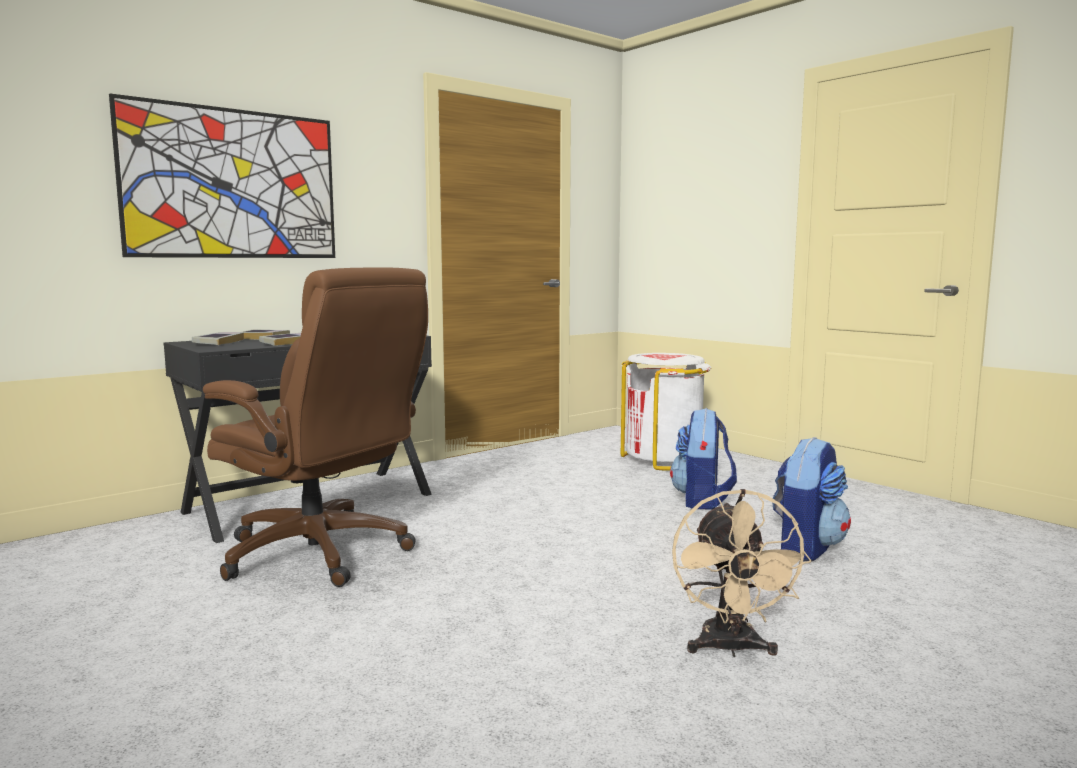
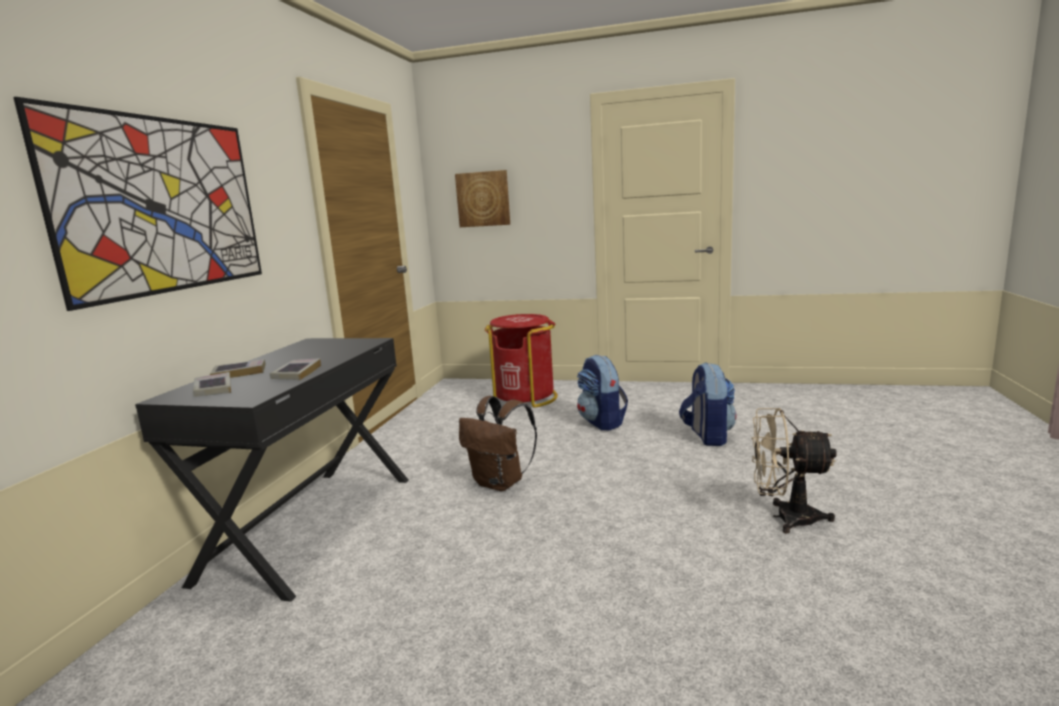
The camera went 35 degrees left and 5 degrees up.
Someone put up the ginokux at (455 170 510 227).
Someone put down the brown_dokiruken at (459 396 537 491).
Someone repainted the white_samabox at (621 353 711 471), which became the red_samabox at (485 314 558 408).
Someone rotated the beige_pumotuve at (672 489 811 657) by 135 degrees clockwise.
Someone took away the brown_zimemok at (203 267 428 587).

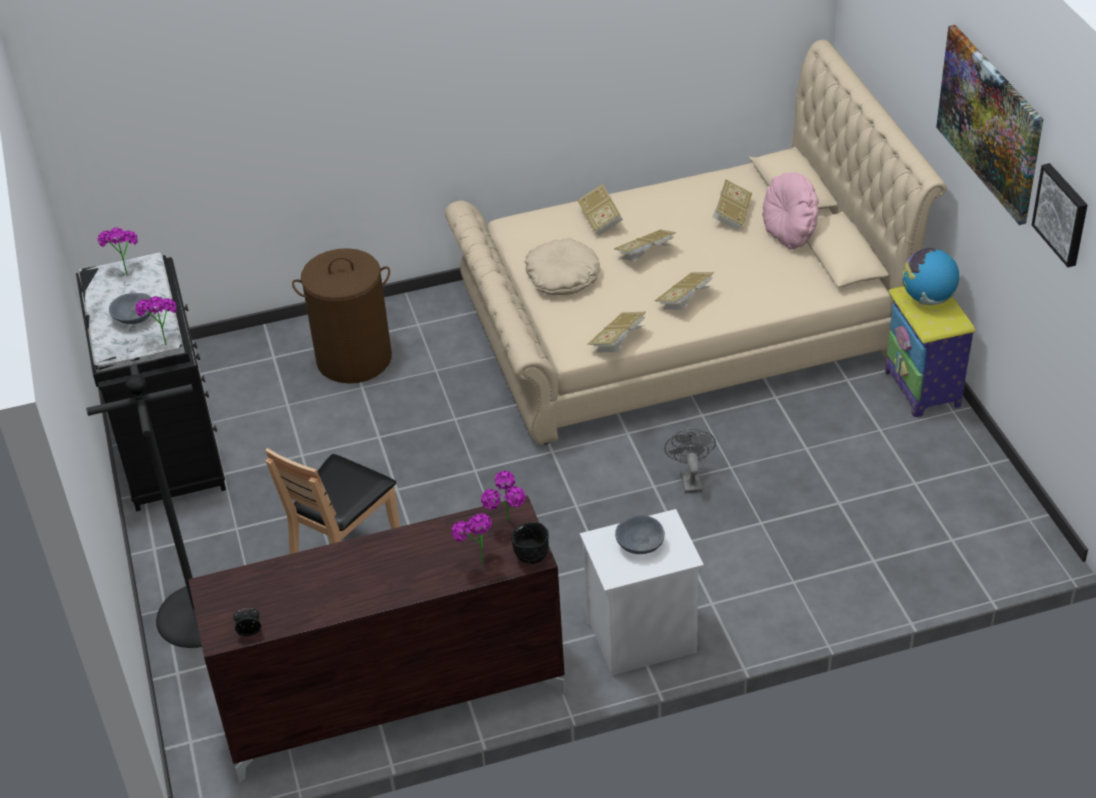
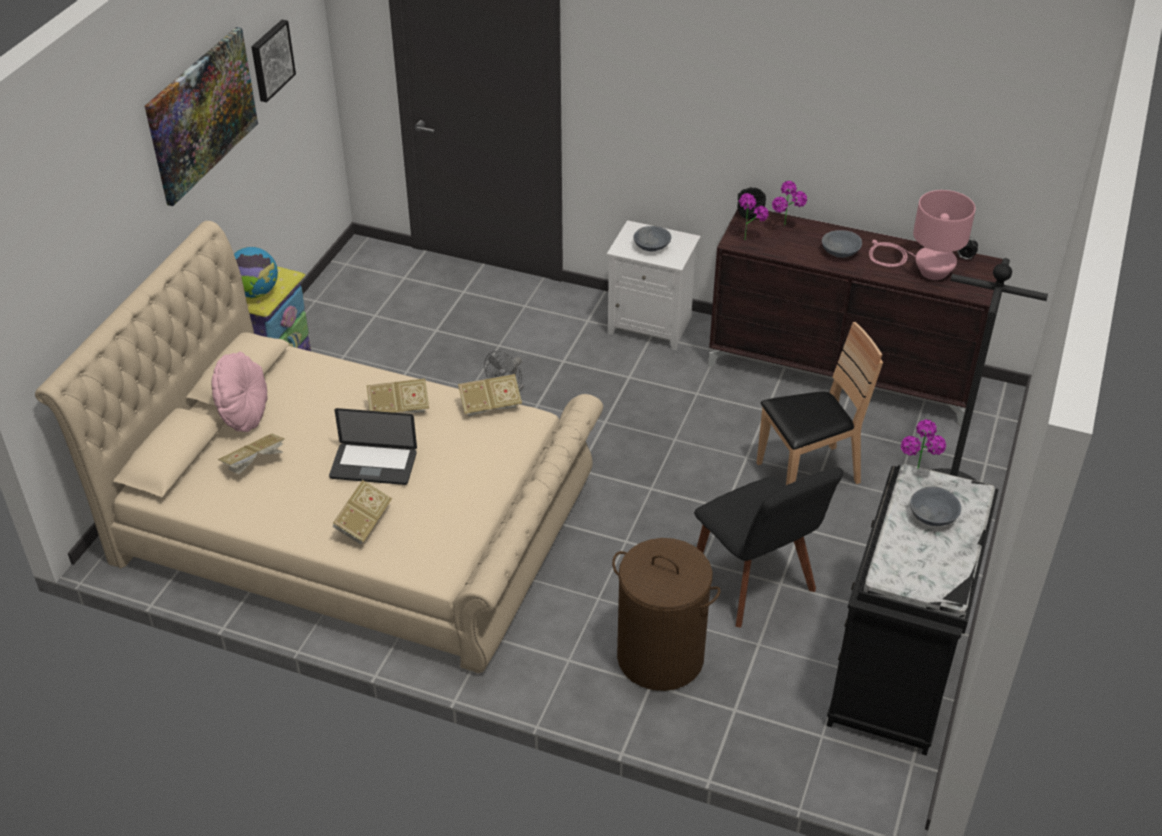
The camera went 145 degrees left and 0 degrees up.
Someone swapped the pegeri at (614 229 676 262) for the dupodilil at (329 408 417 485).
Someone put down the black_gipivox at (694 468 843 628).
Someone put down the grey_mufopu at (822 230 862 258).
Someone put down the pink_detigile at (869 190 976 280).
Someone took away the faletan at (97 228 138 276).
Someone took away the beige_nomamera at (525 238 600 295).

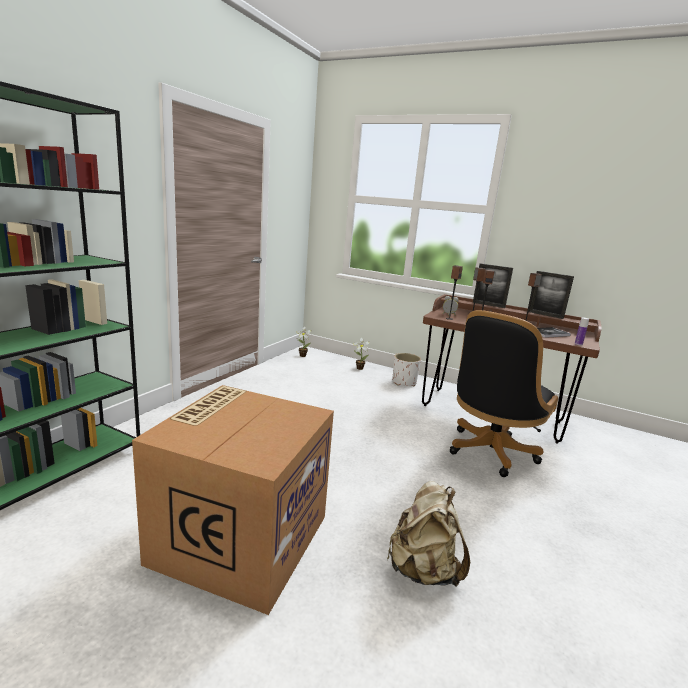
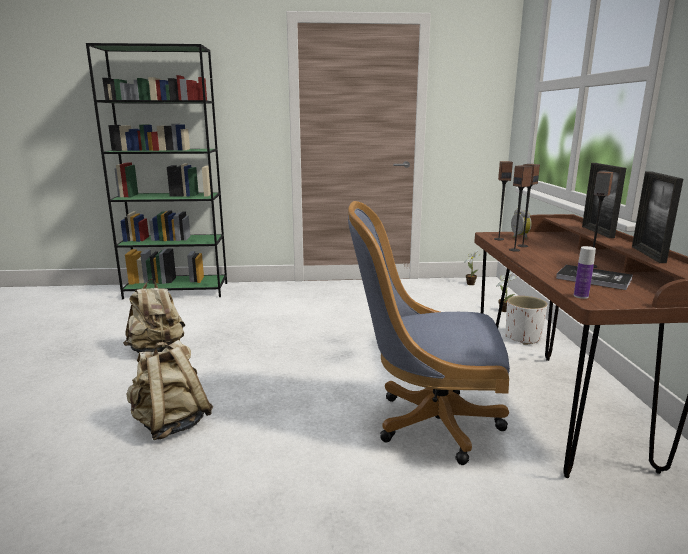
The camera went 60 degrees right and 0 degrees up.
Someone swapped the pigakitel at (132 385 334 615) for the beige_dokiruken at (123 279 185 353).
Someone repainted the black_zimemok at (450 310 558 477), which became the blue_zimemok at (348 201 510 465).

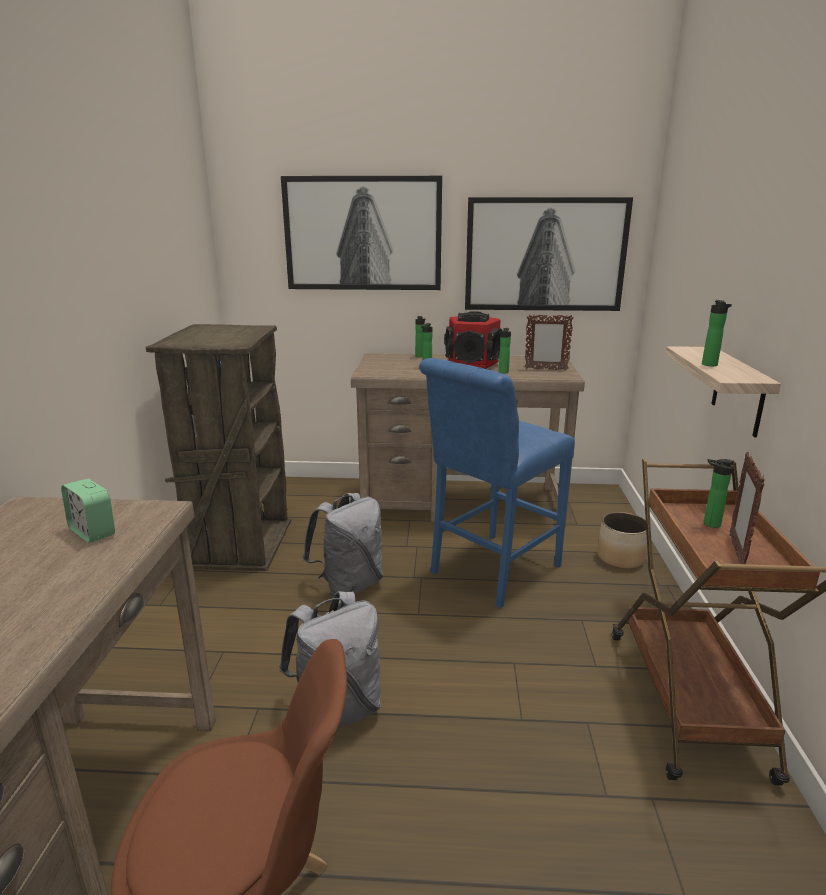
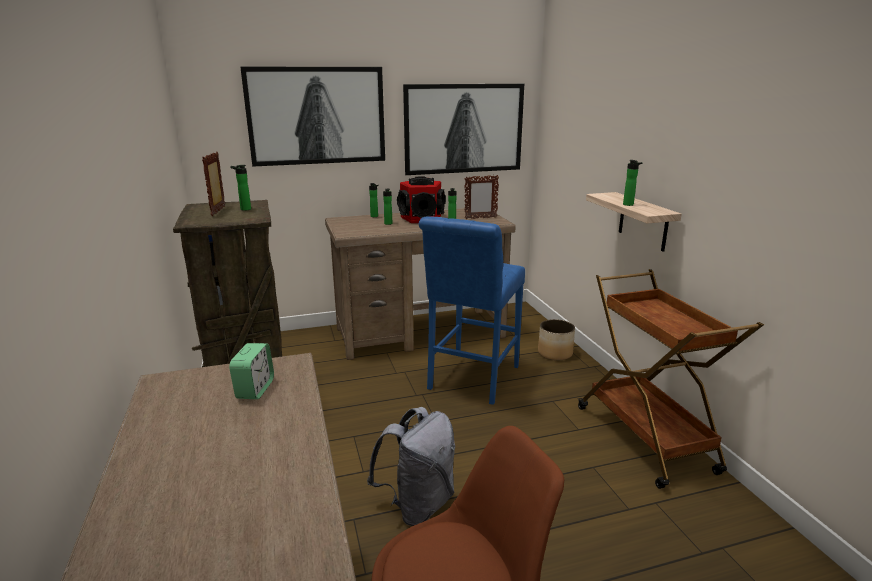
The camera went 20 degrees left and 0 degrees up.
Someone carried the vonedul from (730 452 765 564) to (202 152 225 216).
Someone rotated the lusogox at (61 479 115 543) by 105 degrees counterclockwise.
Someone carried the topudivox from (704 459 734 528) to (231 165 251 211).
Someone took away the grey_dokiruken at (303 493 383 597).

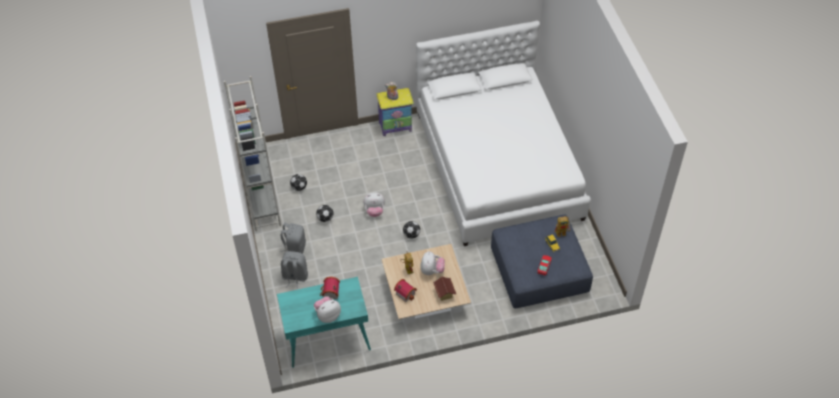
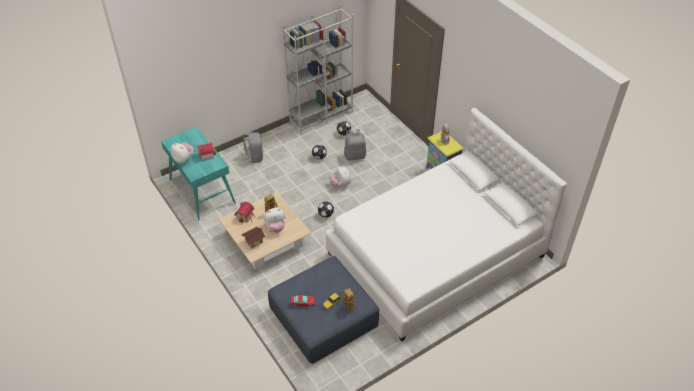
The camera went 70 degrees right and 5 degrees down.
Someone carried the grey_dokiruken from (280 223 306 254) to (344 129 366 161).

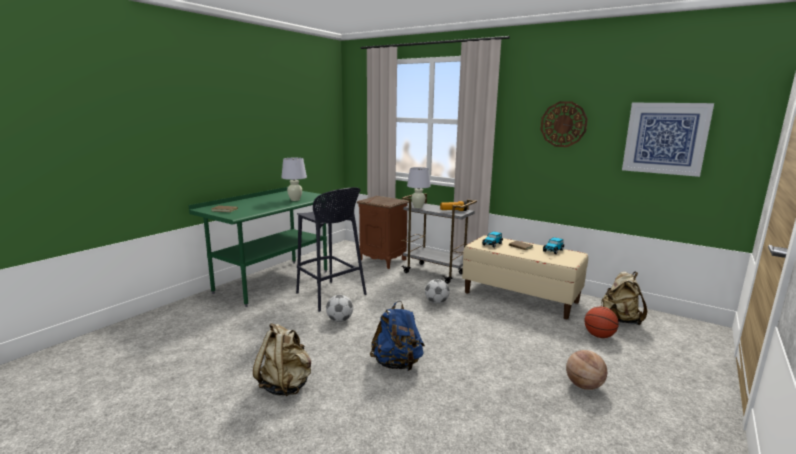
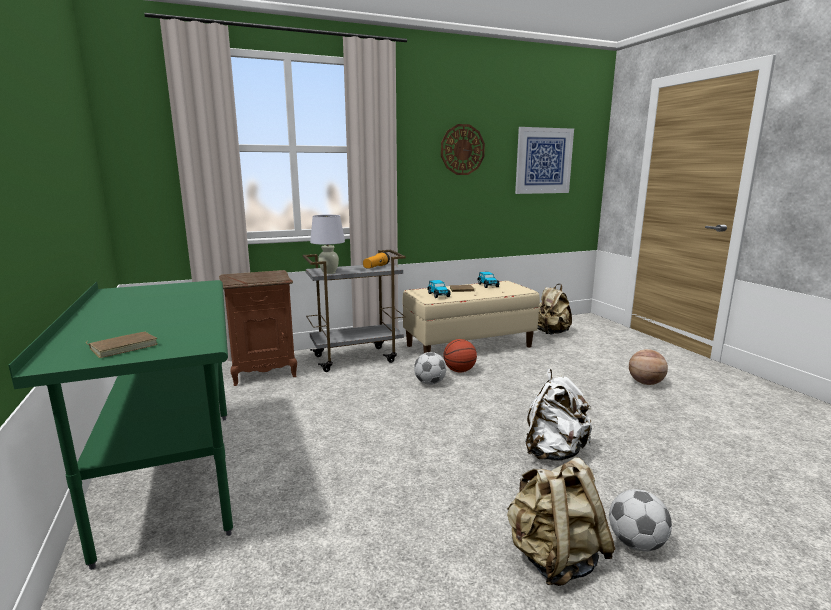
The camera went 55 degrees left and 0 degrees up.
Someone carried the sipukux from (585 307 619 338) to (443 339 477 372).
Someone repainted the blue_dokiruken at (369 301 425 371), which became the white_dokiruken at (526 369 592 461).
Someone carried the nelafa from (326 295 353 322) to (609 489 672 552).
Someone took away the white_detigile at (281 158 307 201).
Someone took away the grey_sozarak at (296 187 367 312).

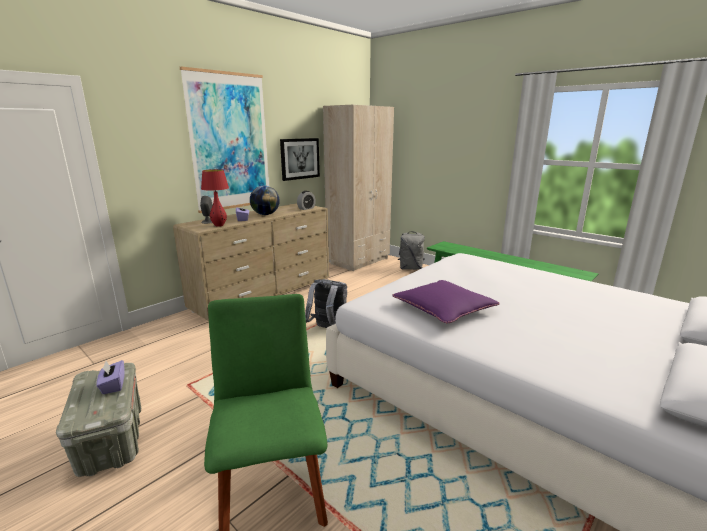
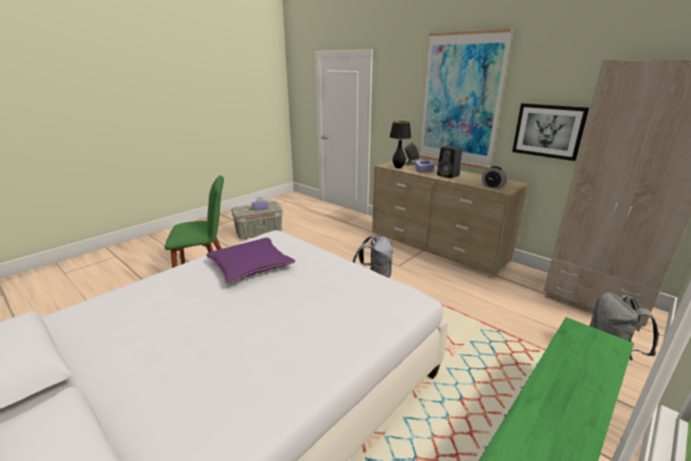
The camera went 90 degrees right and 5 degrees up.
Someone repainted the red_detigile at (201 169 229 227), which became the black_detigile at (390 121 411 168).
Someone swapped the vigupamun at (250 185 280 215) for the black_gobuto at (437 145 462 178).

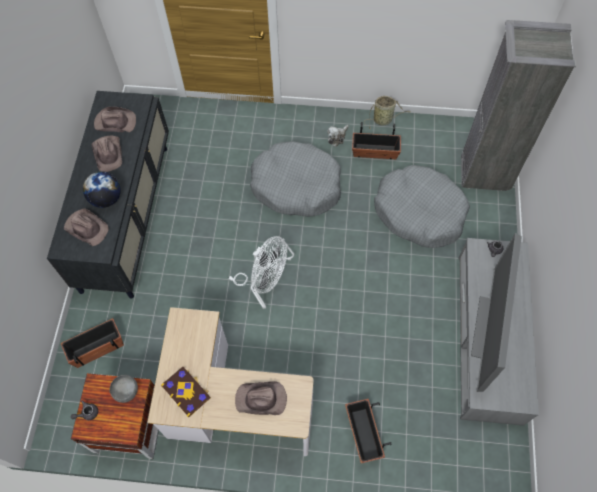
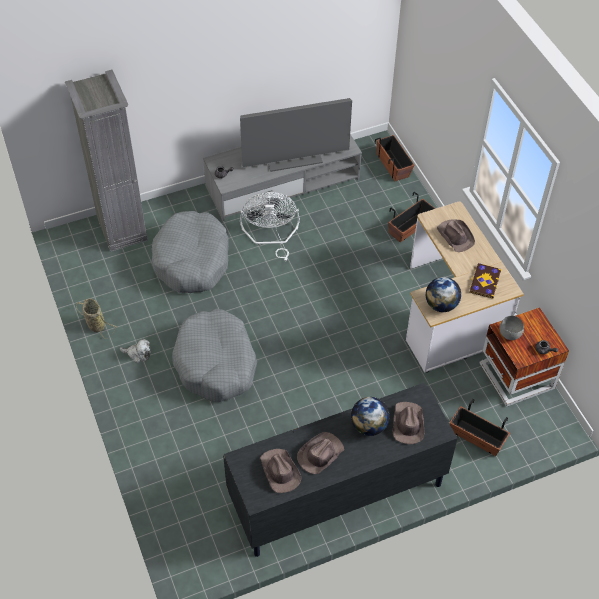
The camera went 120 degrees left and 10 degrees down.
Someone carried the white_pumotuve from (229 236 294 309) to (240 192 300 261).
Someone carried the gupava from (352 122 401 159) to (375 135 415 181).
Someone put down the vigupamun at (426 277 461 312).

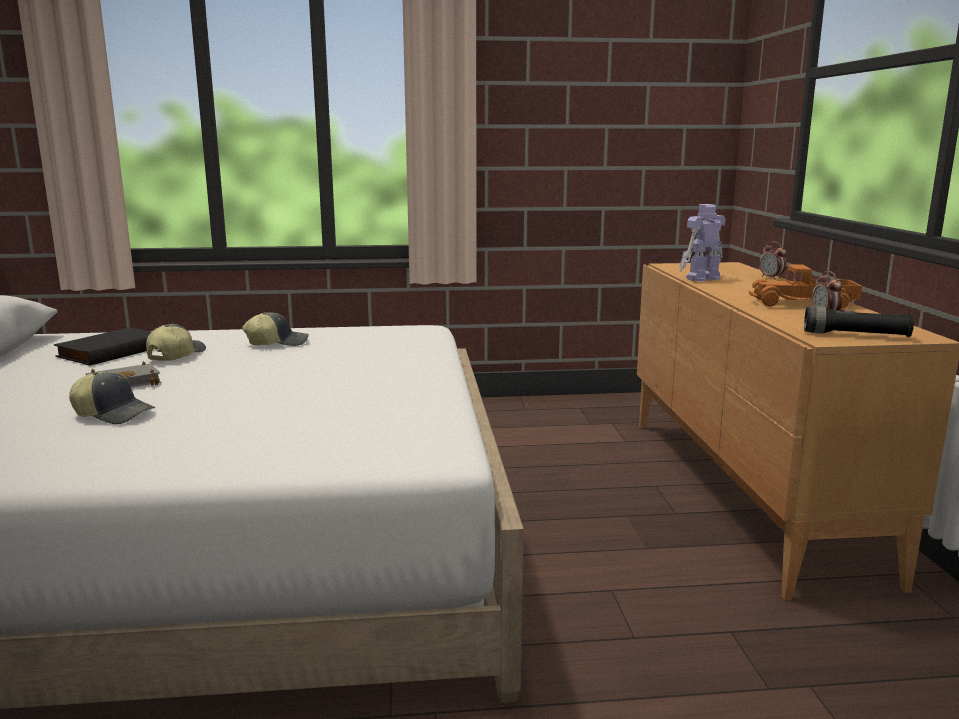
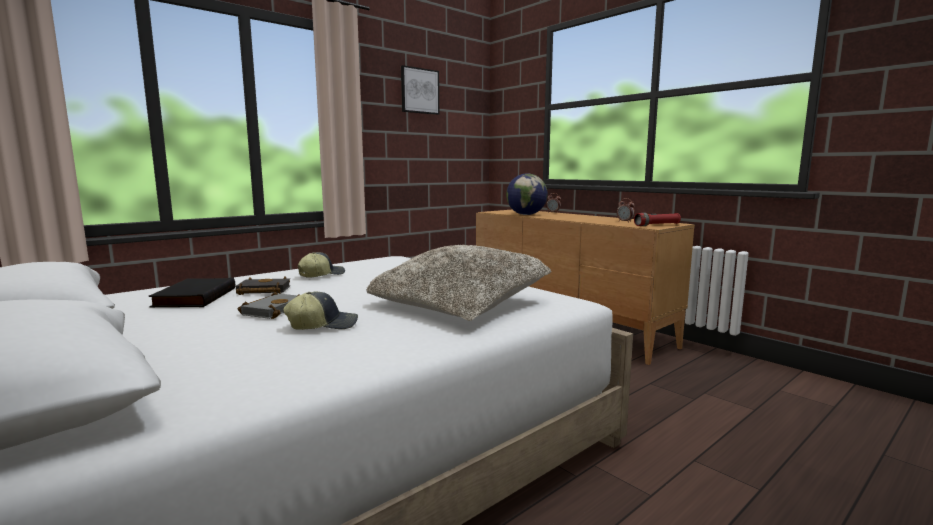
The camera went 35 degrees left and 5 degrees down.
Someone swapped the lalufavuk at (146 324 206 361) for the black_pegeri at (236 277 291 295).
Someone put down the beige_nomamera at (366 245 551 321).
Someone put up the ginokux at (401 65 439 115).
Someone swapped the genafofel at (680 204 726 281) for the vigupamun at (506 173 548 215).
Someone repainted the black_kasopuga at (804 306 914 337), which became the red_kasopuga at (634 213 681 226).
Someone took away the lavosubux at (749 264 862 309).

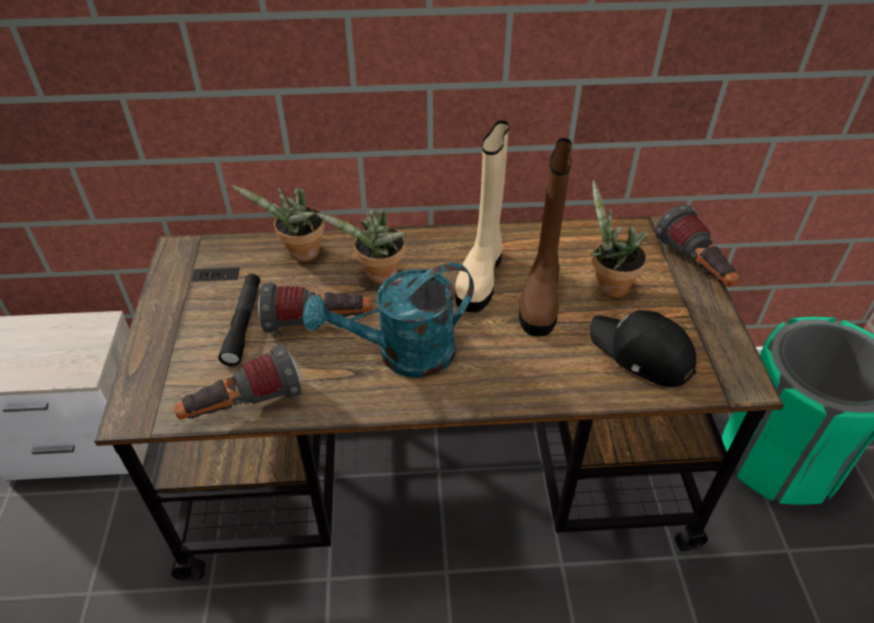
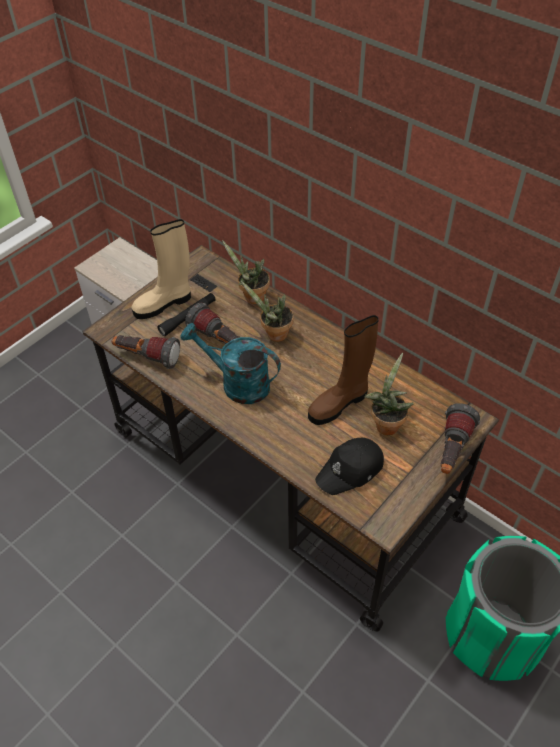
The camera went 45 degrees right and 5 degrees up.
Someone carried the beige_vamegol from (455 120 509 312) to (131 219 191 319).
Someone rotated the black_lalufavuk at (590 310 697 387) by 120 degrees counterclockwise.

